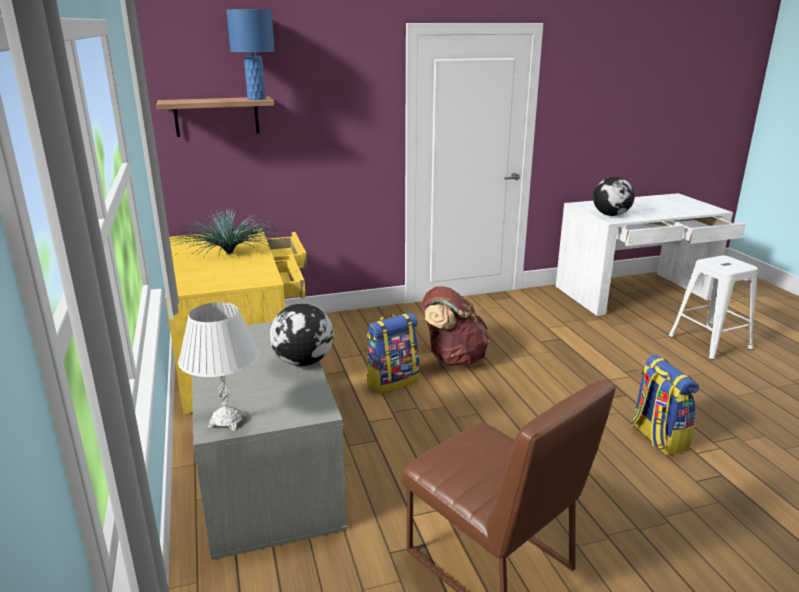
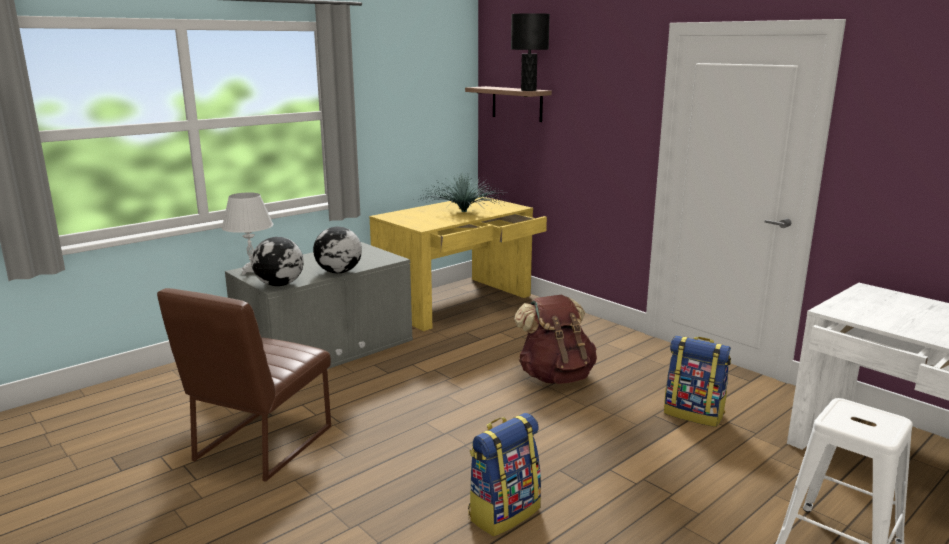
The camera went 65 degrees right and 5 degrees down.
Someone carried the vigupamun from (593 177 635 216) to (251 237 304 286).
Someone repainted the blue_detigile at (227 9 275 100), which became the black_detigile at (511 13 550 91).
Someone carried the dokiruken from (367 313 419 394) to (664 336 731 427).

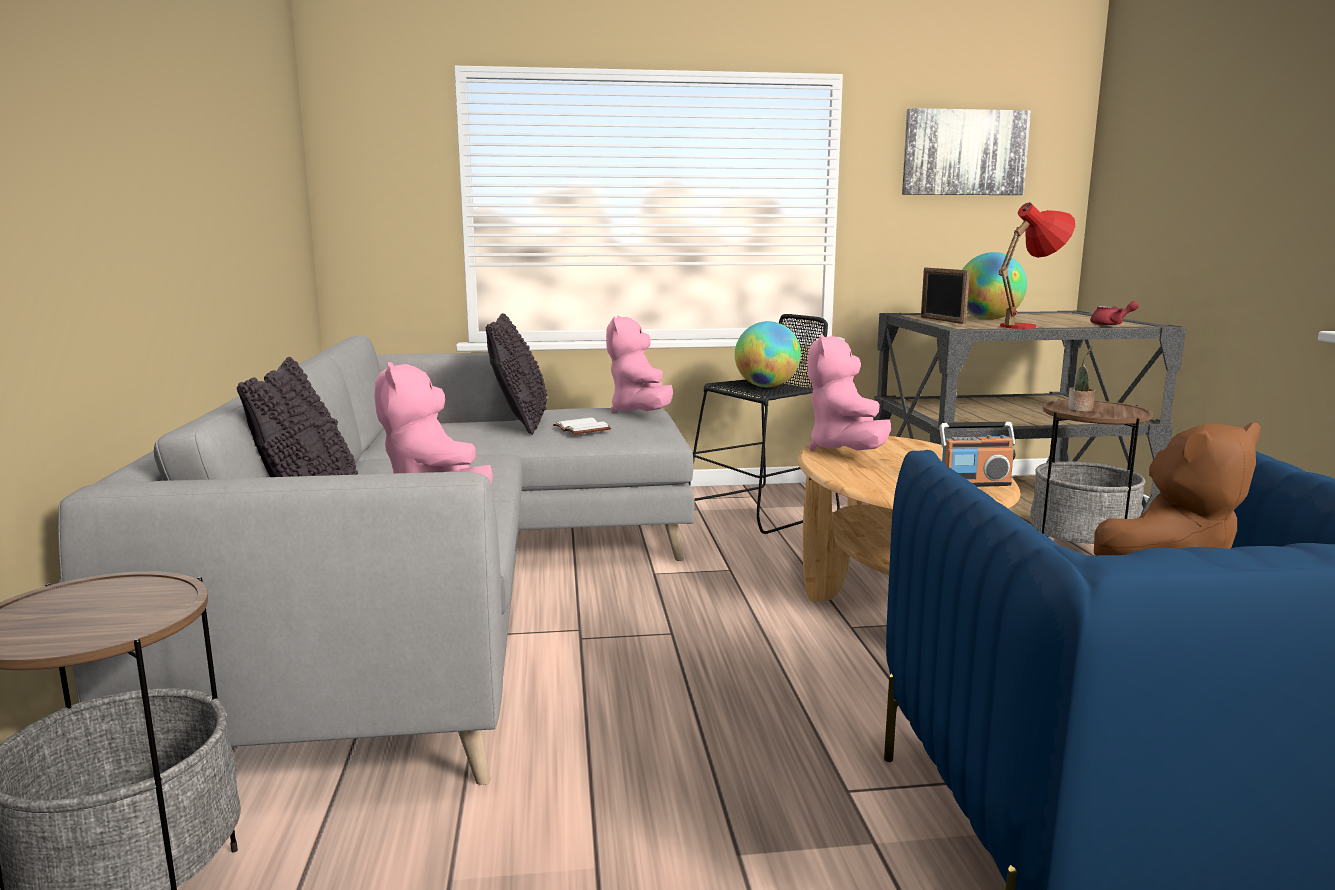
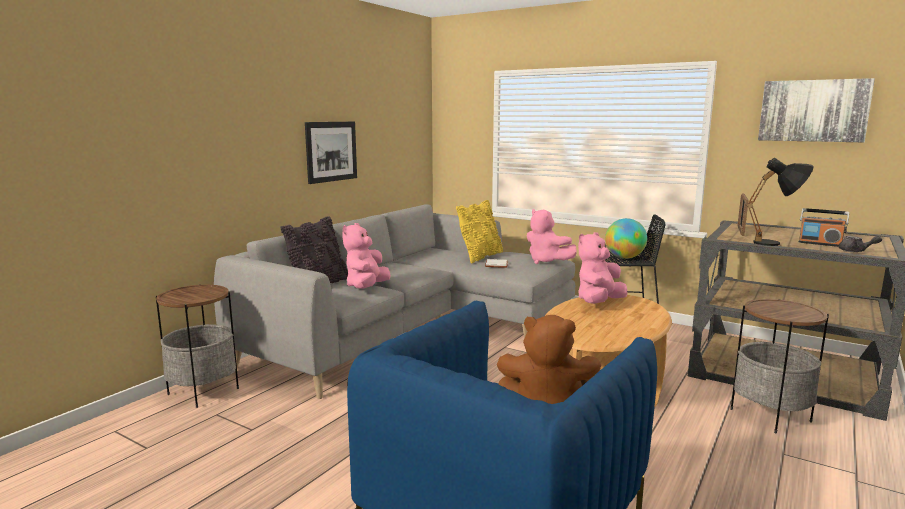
The camera went 40 degrees right and 0 degrees up.
Someone put up the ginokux at (305 122 357 184).
Someone repainted the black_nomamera at (486 313 547 435), which became the yellow_nomamera at (456 200 503 264).
Someone rotated the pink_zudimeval at (606 316 673 413) by 75 degrees counterclockwise.
Someone repainted the red_detigile at (999 203 1075 329), which became the black_detigile at (746 158 814 246).
Someone carried the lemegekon from (939 422 1015 487) to (799 208 849 247).
Someone repainted the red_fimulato at (1090 301 1139 326), which became the grey_fimulato at (839 236 882 252).
Someone took away the vigupamun at (962 252 1027 320).
Someone took away the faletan at (1068 347 1095 412).

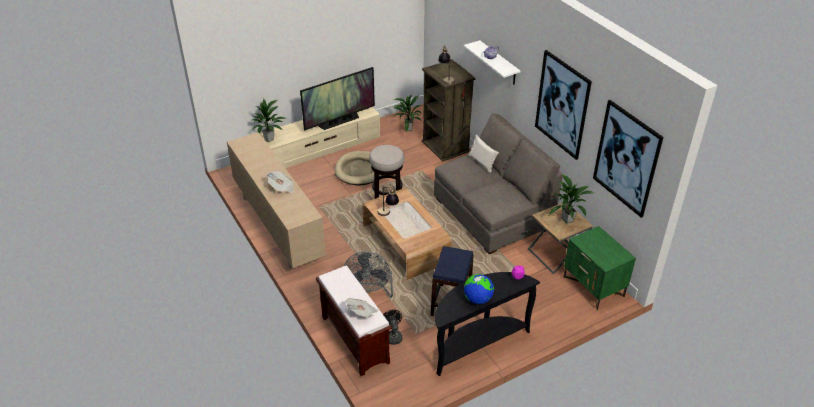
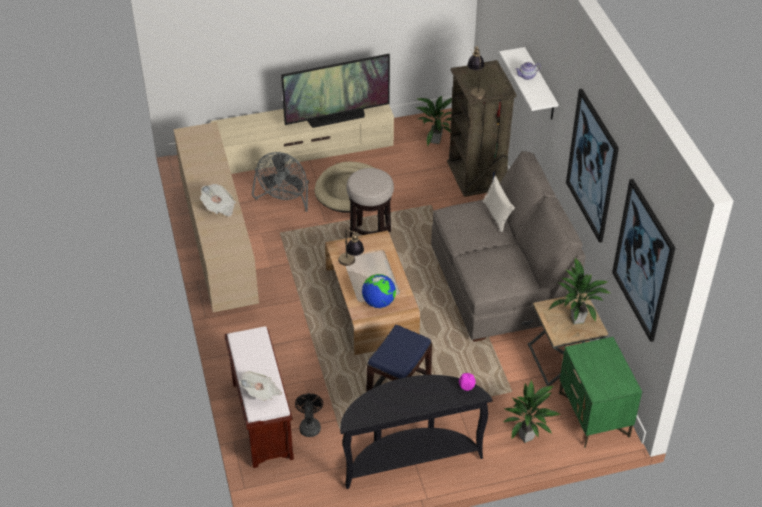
The camera went 15 degrees right and 5 degrees up.
Someone carried the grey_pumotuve from (344 251 393 298) to (252 151 309 212).
Someone carried the vigupamun from (464 274 494 304) to (362 274 396 308).
Someone carried the faletan from (252 99 285 143) to (504 379 562 443).

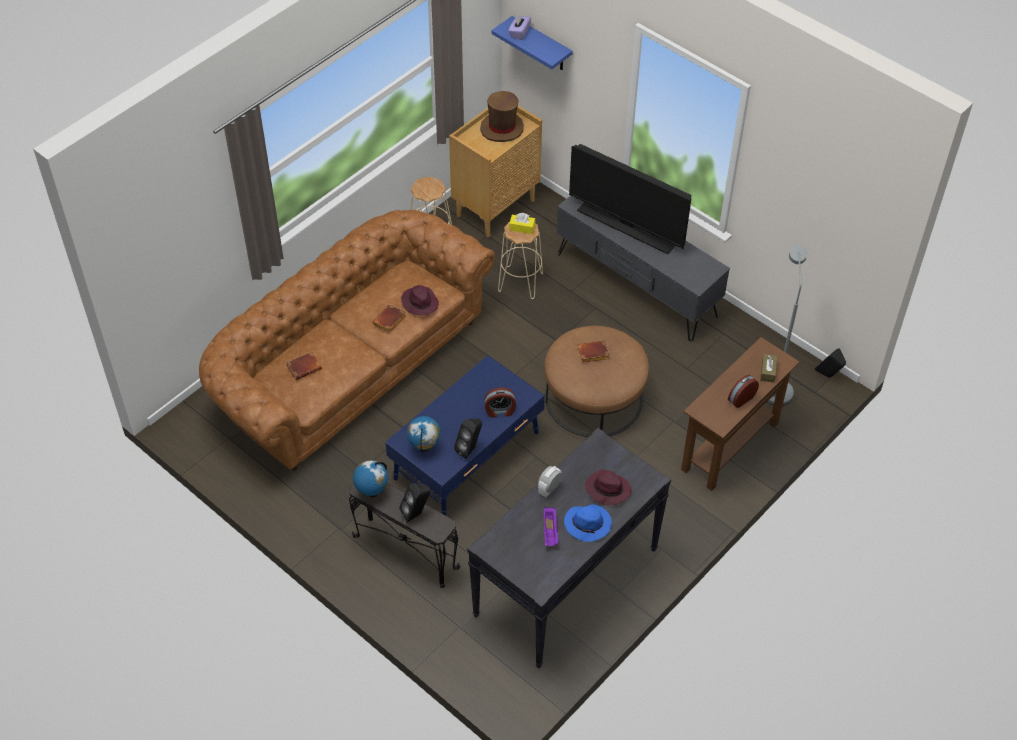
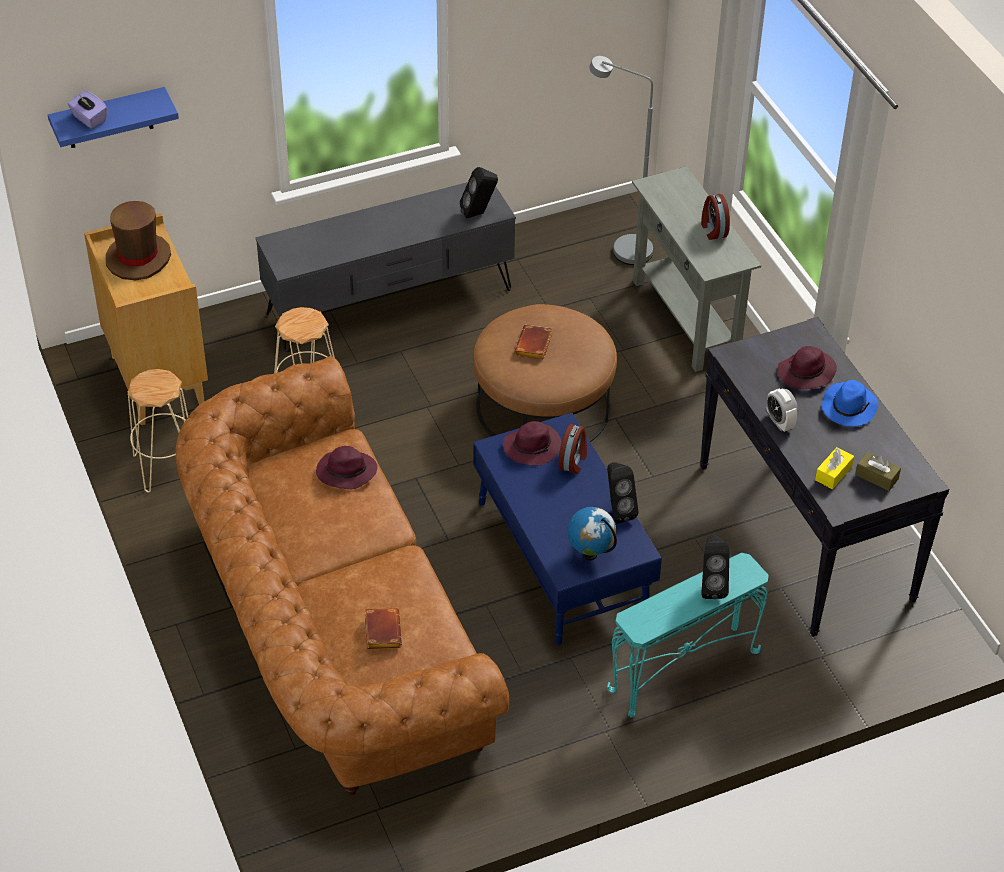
The camera went 65 degrees left and 5 degrees down.
Someone carried the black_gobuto from (815 348 846 378) to (460 167 498 219).
Someone put down the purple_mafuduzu at (503 421 562 466).
Someone repainted the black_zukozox at (349 483 460 588), which became the turquoise_zukozox at (607 553 769 718).
Someone repainted the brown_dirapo at (681 337 800 491), which became the grey_dirapo at (632 166 761 372).
Someone carried the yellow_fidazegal from (509 213 535 234) to (815 447 854 489).
Someone carried the brown_fidazegal from (760 354 777 383) to (855 452 901 491).
Someone took away the vigupamun at (353 461 388 497).
Someone took away the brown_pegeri at (372 304 406 333).
Someone took away the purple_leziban at (544 507 558 546).
Someone took away the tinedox at (569 144 691 254).

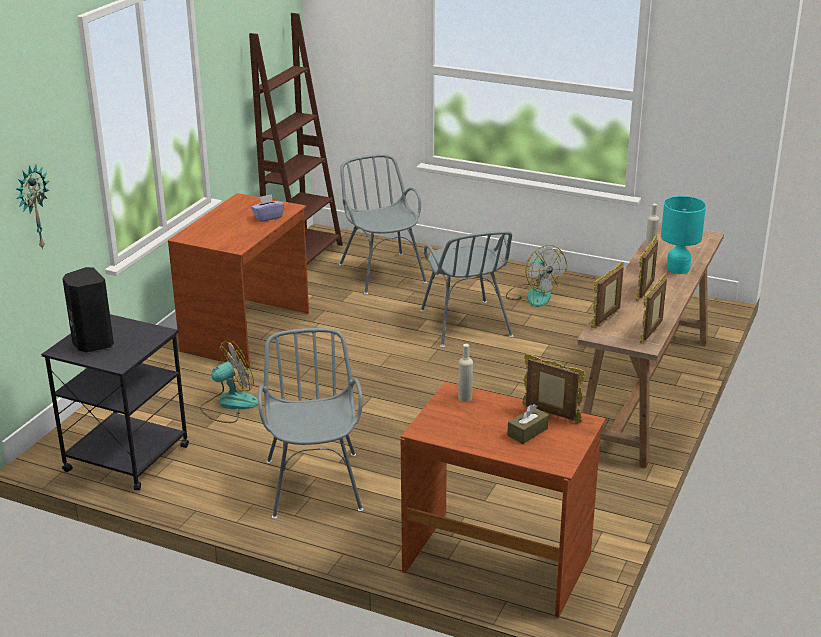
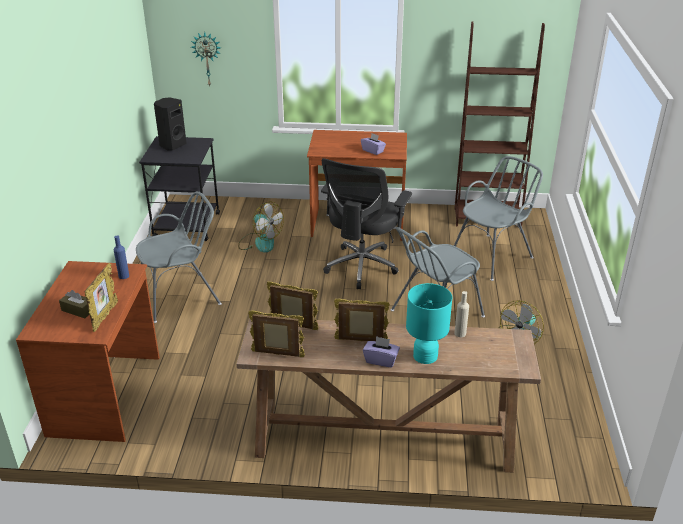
The camera went 70 degrees right and 5 degrees up.
Someone repainted the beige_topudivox at (458 344 473 402), which became the blue_topudivox at (114 236 129 279).
Someone put down the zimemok at (321 158 412 289).
Someone put down the purple_fidazegal at (363 336 400 368).

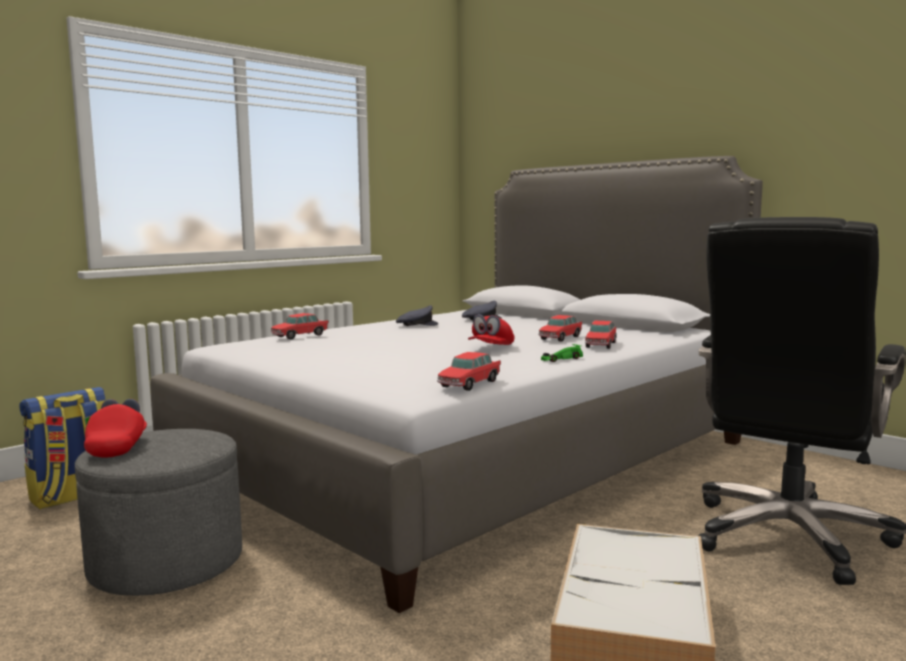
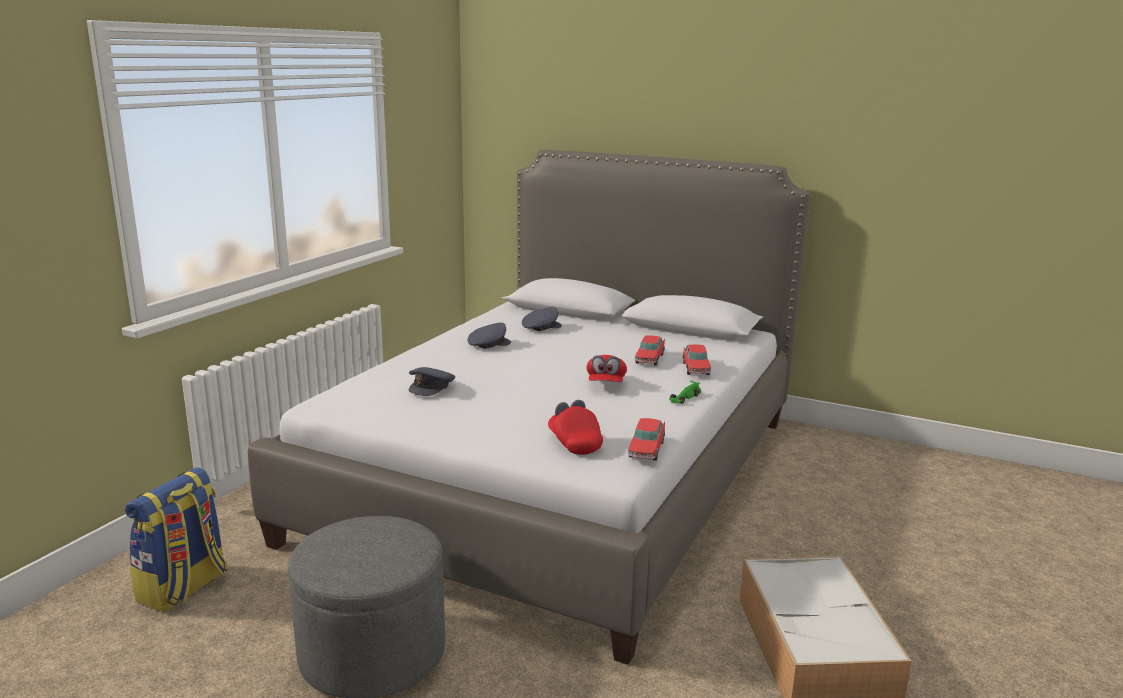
The camera went 20 degrees left and 10 degrees up.
Someone put down the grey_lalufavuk at (409 367 455 396).
Someone carried the red_lalufavuk from (84 399 147 458) to (548 400 603 455).
Someone took away the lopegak at (271 313 329 339).
Someone took away the black_zimemok at (698 217 906 585).

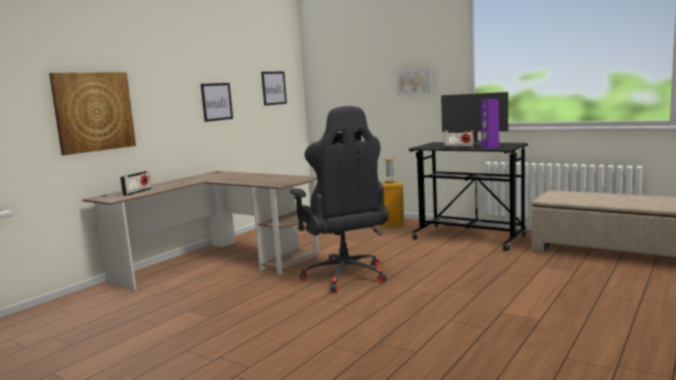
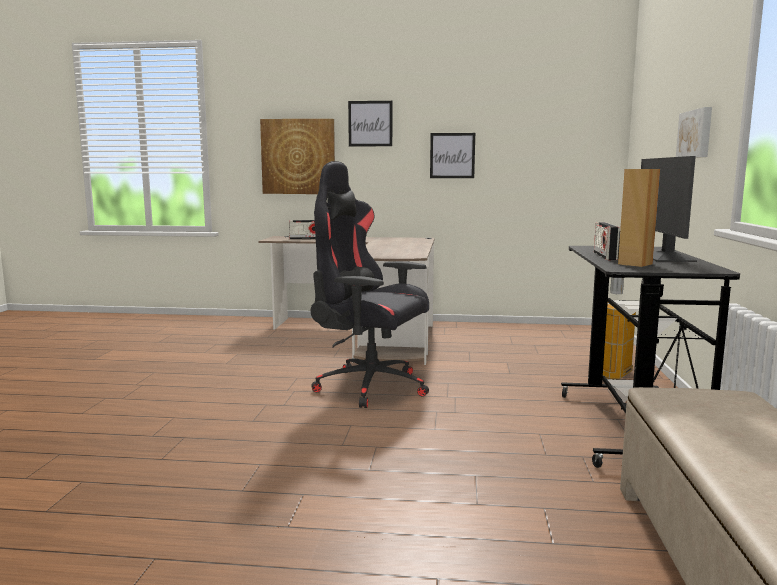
The camera went 60 degrees right and 0 degrees up.
Someone rotated the black_zimemok at (290 106 389 292) by 75 degrees clockwise.
Someone carried the ginokux from (261 71 287 106) to (348 101 392 146).
Someone repainted the purple_gobuto at (481 99 499 148), which became the brown_gobuto at (618 169 660 267).

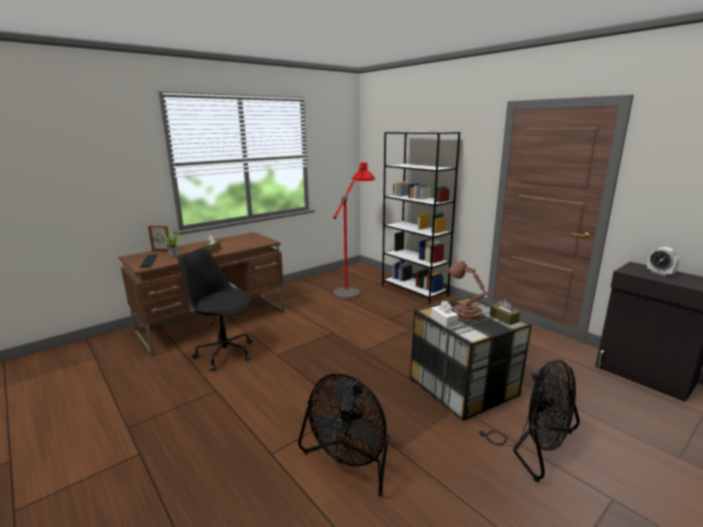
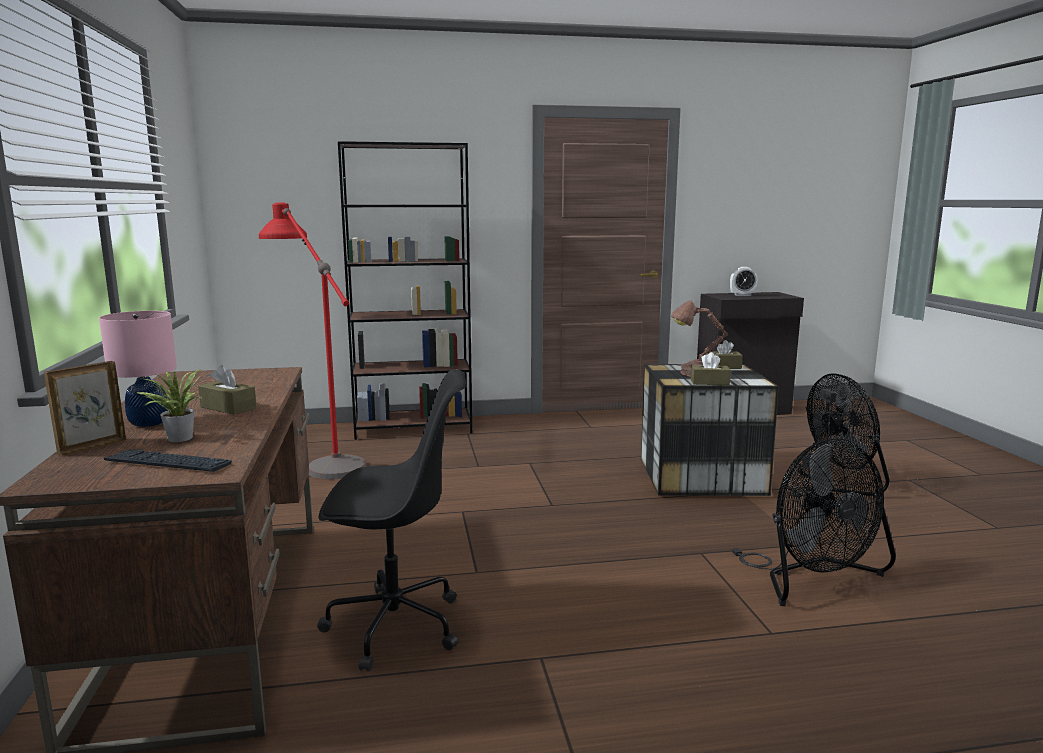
The camera went 60 degrees left and 5 degrees down.
Someone put down the pink_detigile at (99 311 177 427).
Someone rotated the black_zimemok at (177 248 253 371) by 150 degrees counterclockwise.
Someone repainted the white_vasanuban at (382 132 460 304), which became the brown_vasanuban at (338 141 472 440).
Someone repainted the white_fidazegal at (431 301 458 328), which became the brown_fidazegal at (691 352 731 385).

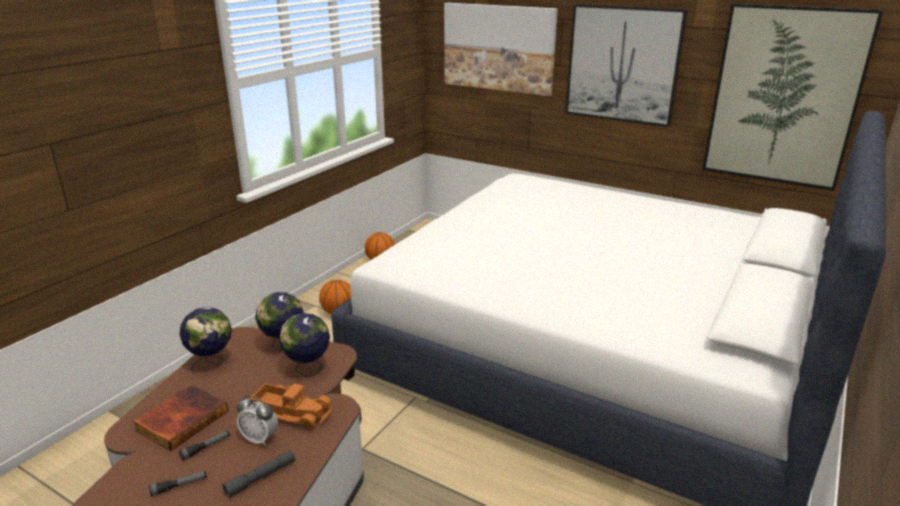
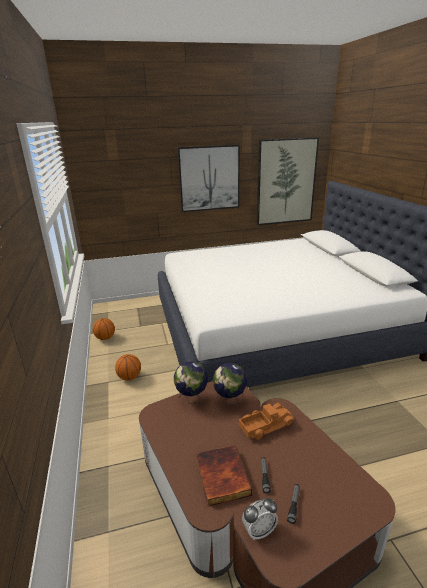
The camera went 45 degrees left and 0 degrees up.
Someone carried the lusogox from (236 395 278 446) to (242 498 278 540).
Someone took away the vigupamun at (179 307 232 373).
Someone took away the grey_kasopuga at (222 450 295 498).
Someone took away the ginokux at (444 3 558 96).

